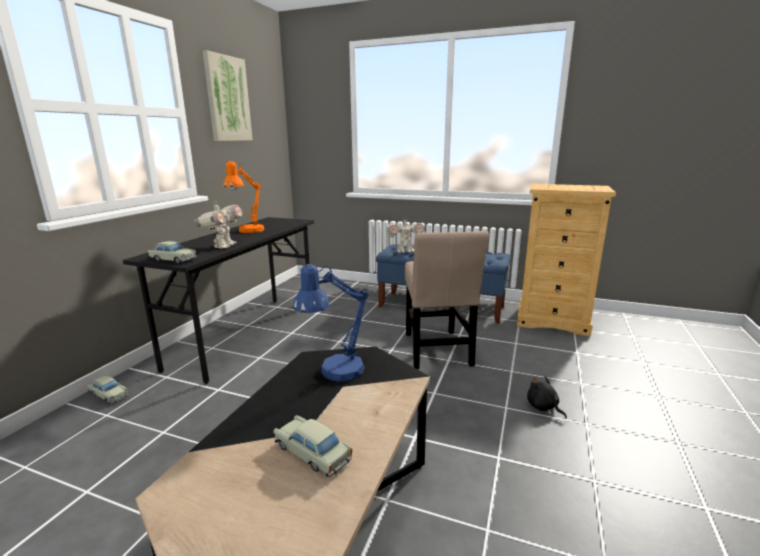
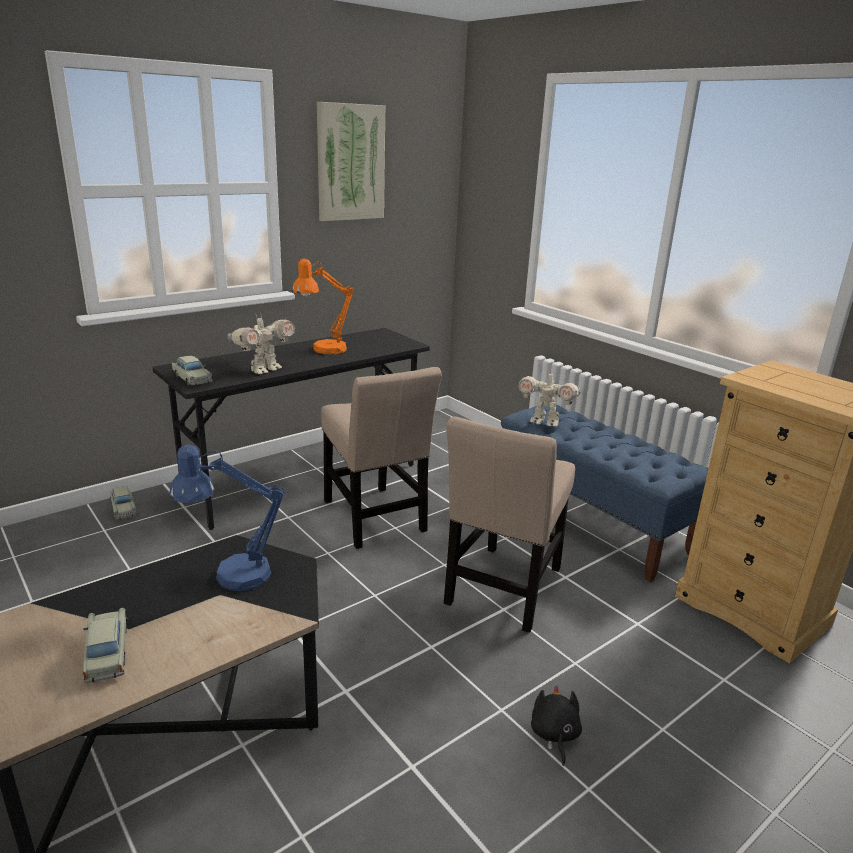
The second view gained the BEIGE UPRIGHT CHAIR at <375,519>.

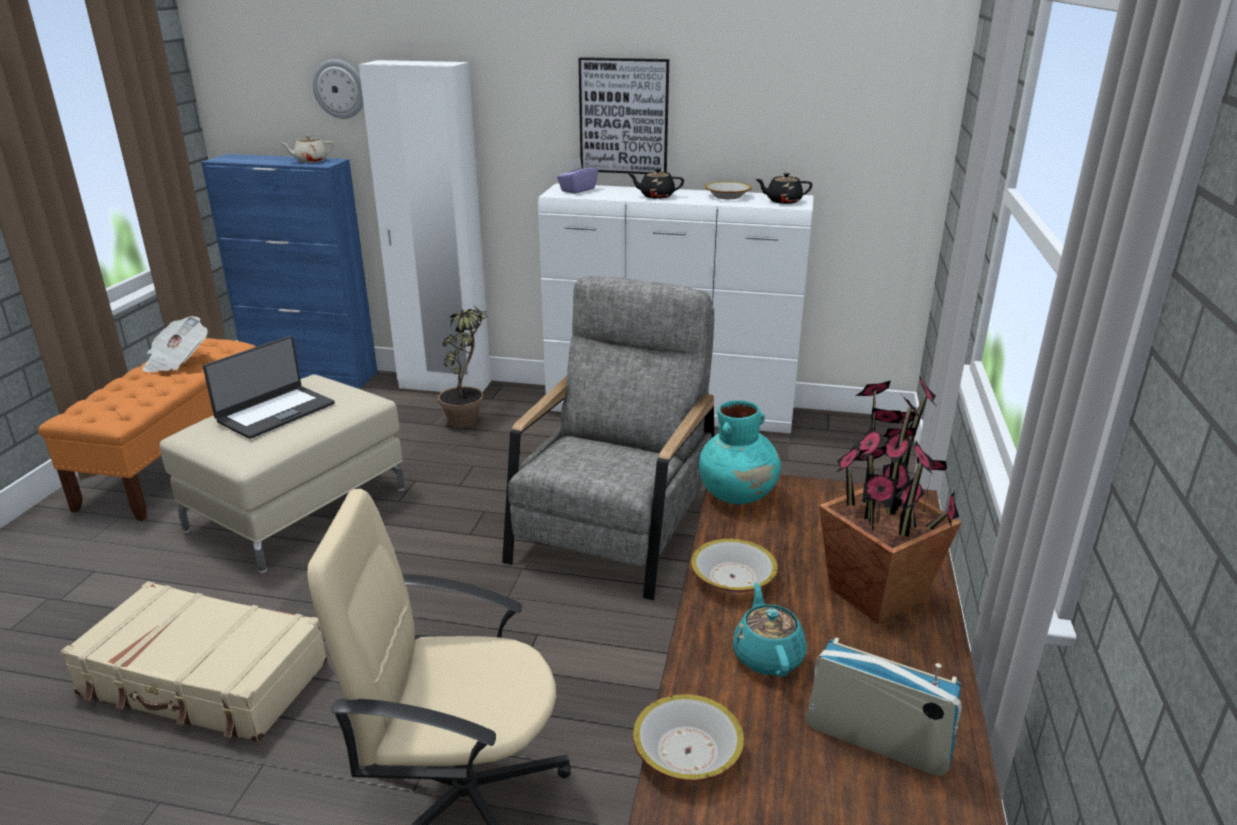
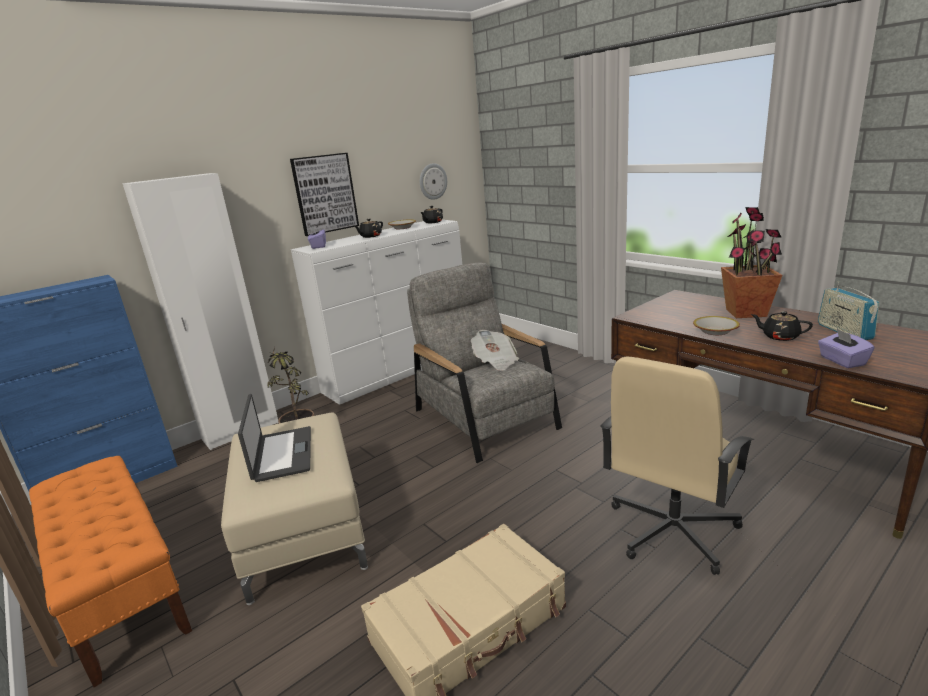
The PRINTED PAPER ended up elsewhere, having gone from <177,361> to <495,361>.
The second view lost the BEIGE TEAPOT at <310,161>.
The HANGING CLOCK ended up elsewhere, having gone from <339,89> to <432,181>.
Where the SERVING BOWL stood at <687,752>, the PURPLE-COLOURED TISSUE HOLDER came to stand at <842,361>.
The second view lost the BLUE-GREEN VASE at <738,494>.
What was the BLUE-GREEN TEAPOT at <767,655> turned into the BLACK TEAPOT at <779,336>.
The RADIO RECEIVER at <877,740> ended up facing another way, 75 degrees counterclockwise from before.

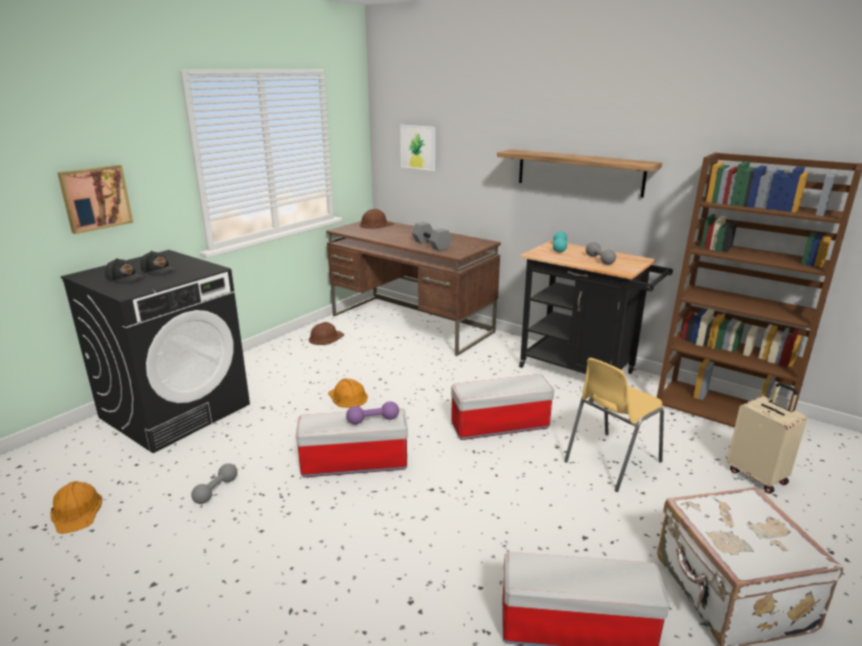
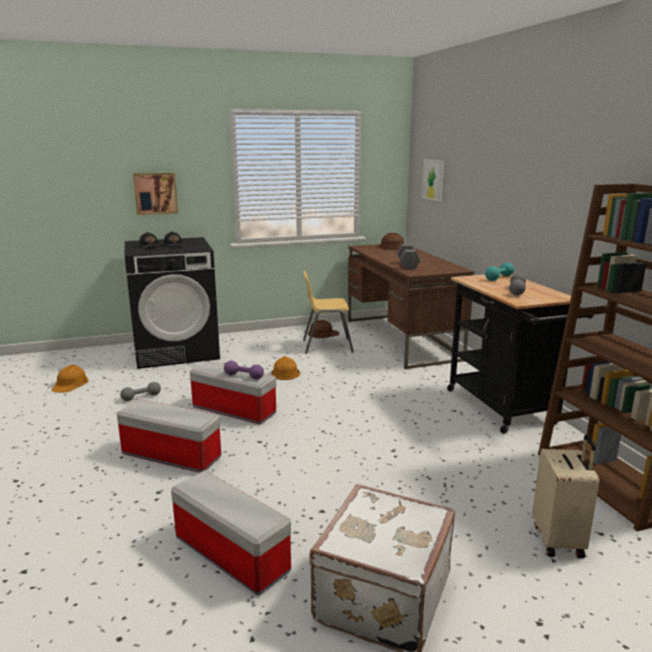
The STORAGE CONTAINER ended up elsewhere, having gone from <499,426> to <170,456>.
The second view lost the WALL SHELF at <579,172>.
The YELLOW-COLOURED UPRIGHT CHAIR ended up elsewhere, having gone from <611,461> to <326,346>.

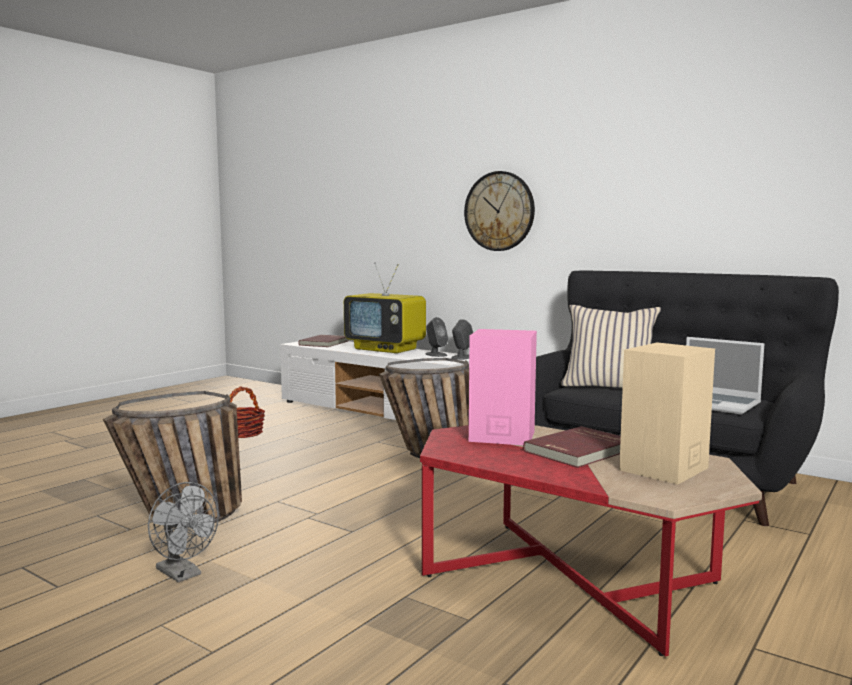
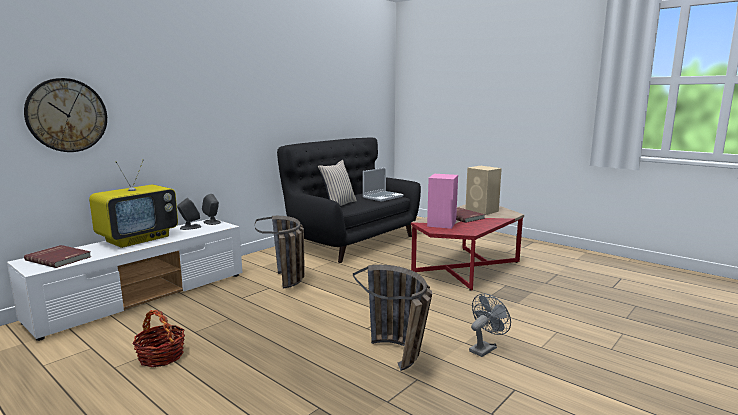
The HANGING CLOCK ended up elsewhere, having gone from <499,211> to <67,115>.

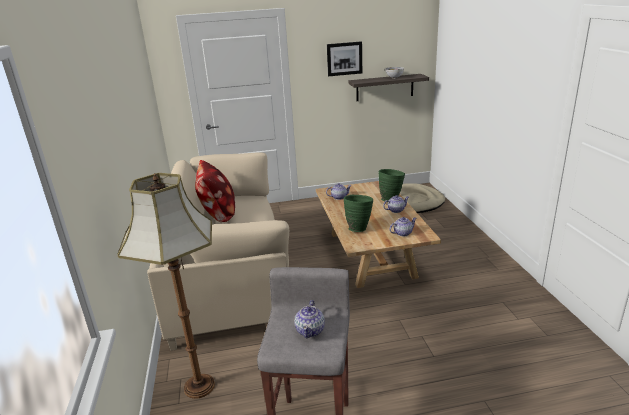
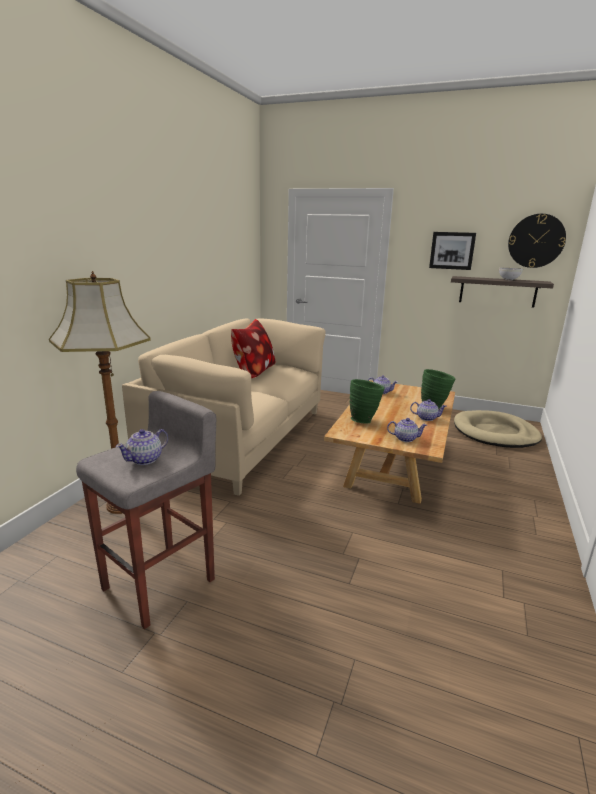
The second view gained the HANGING CLOCK at <536,241>.

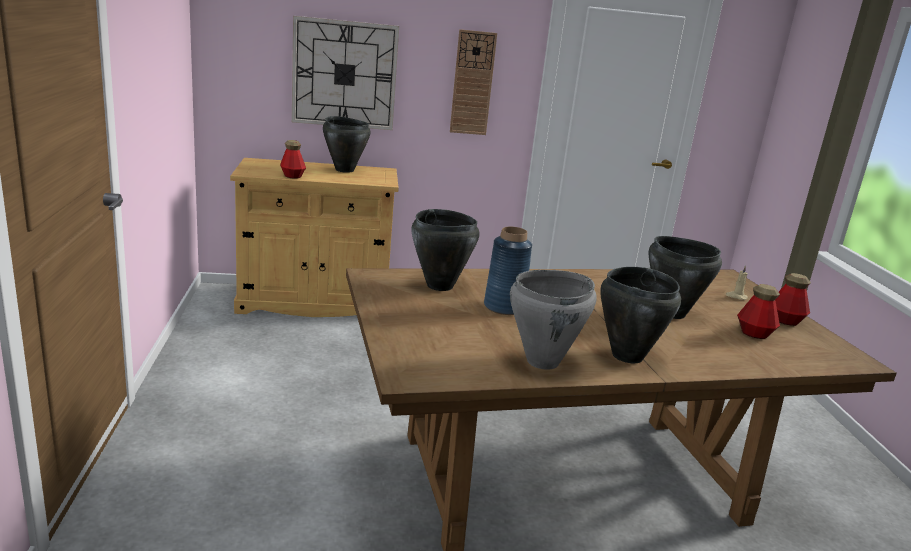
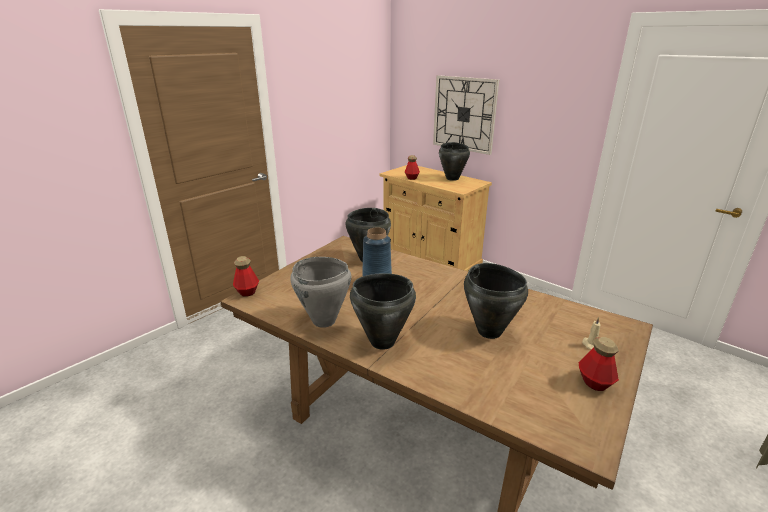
The second view lost the HANGING CLOCK at <472,83>.
The BEVERAGE BOTTLE ended up elsewhere, having gone from <754,334> to <247,292>.

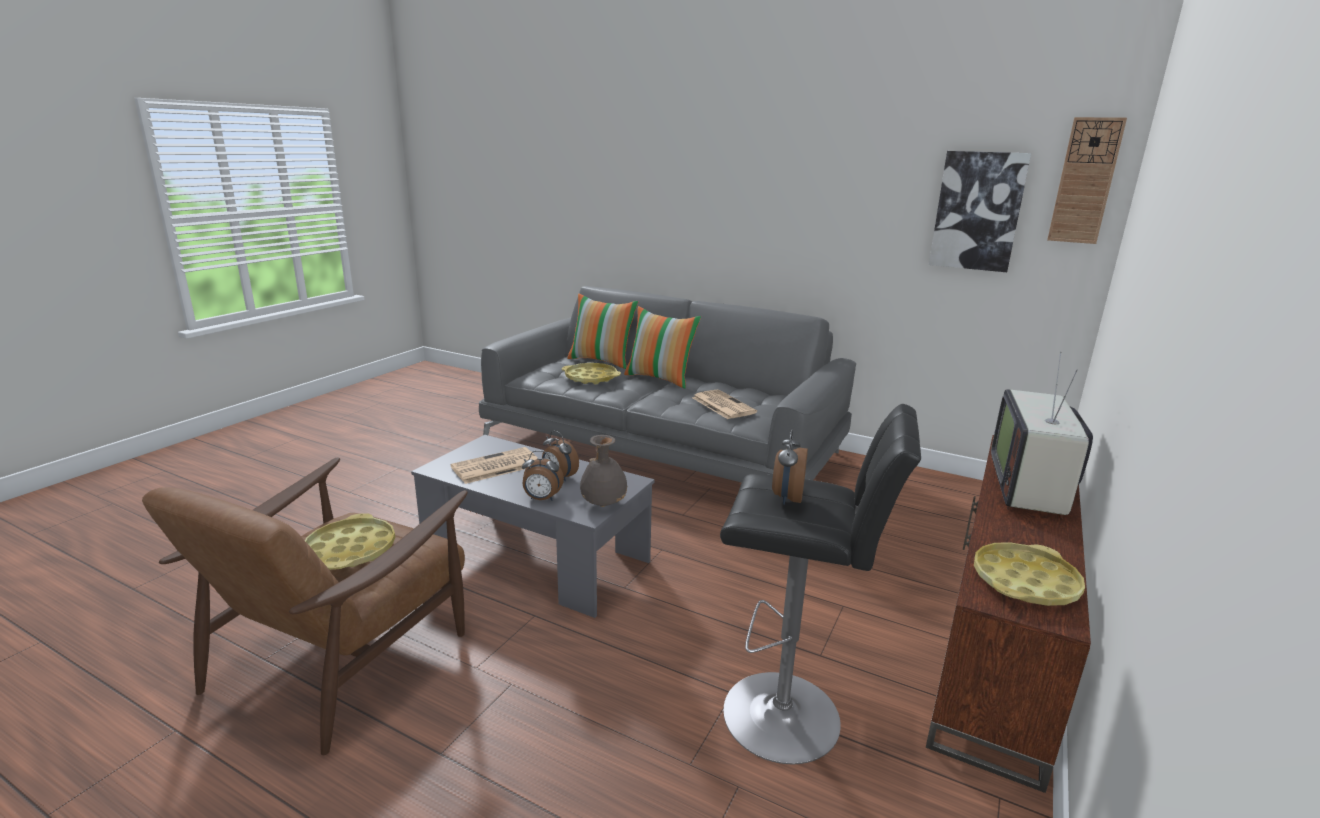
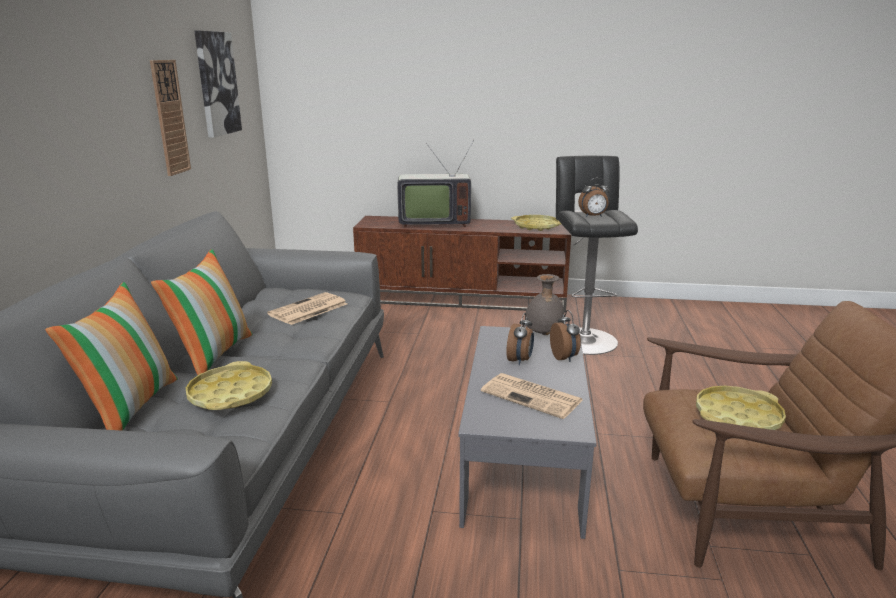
The HANGING CLOCK ended up elsewhere, having gone from <1085,181> to <170,118>.

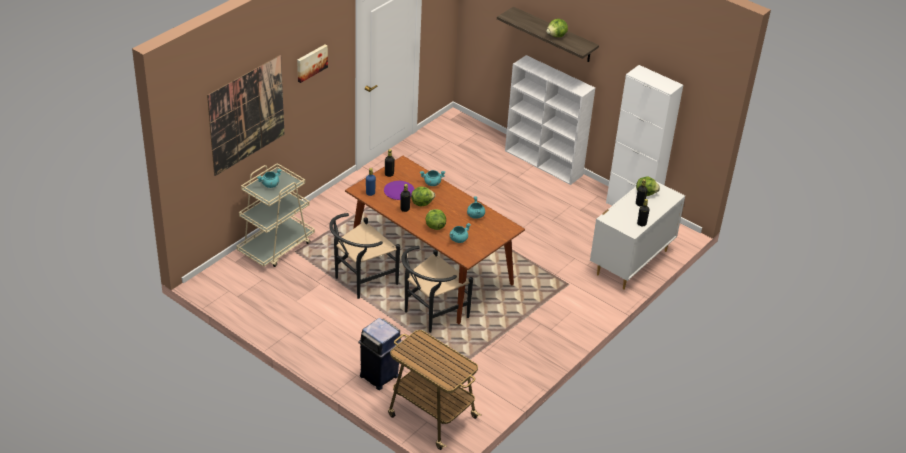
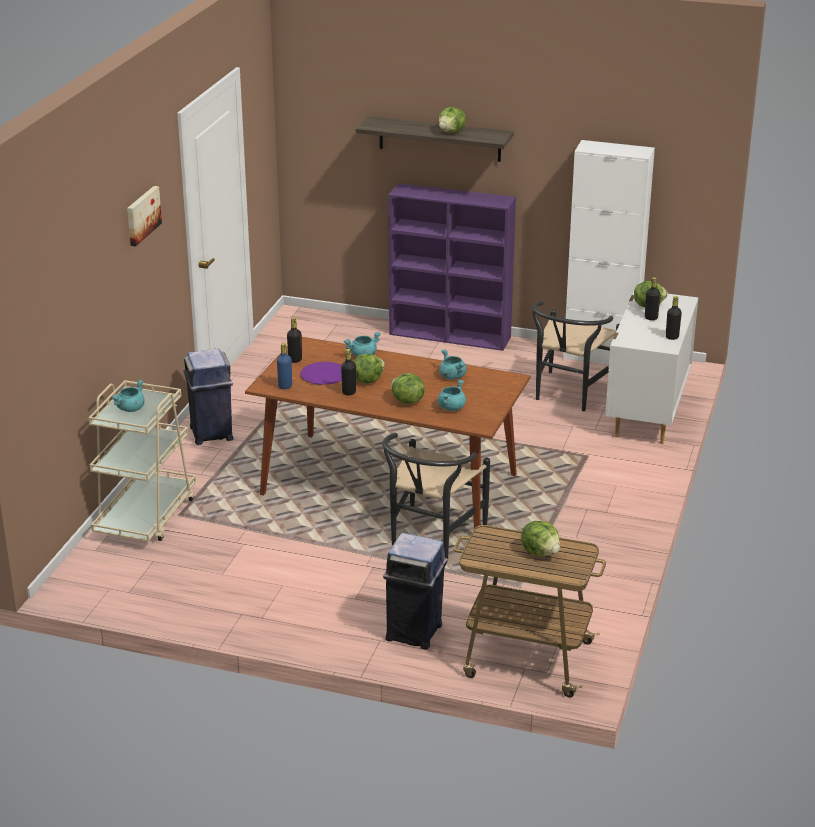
The second view lost the WALL ART at <247,115>.
The BLACK UPRIGHT CHAIR ended up elsewhere, having gone from <360,281> to <569,395>.
What was the WHITE-COLOURED BOOKSHELF at <544,163> turned into the PURPLE-COLOURED BOOKSHELF at <451,336>.
The second view gained the BLUISH WASTE BIN at <211,434>.
The second view gained the LETTUCE HEAD at <541,552>.

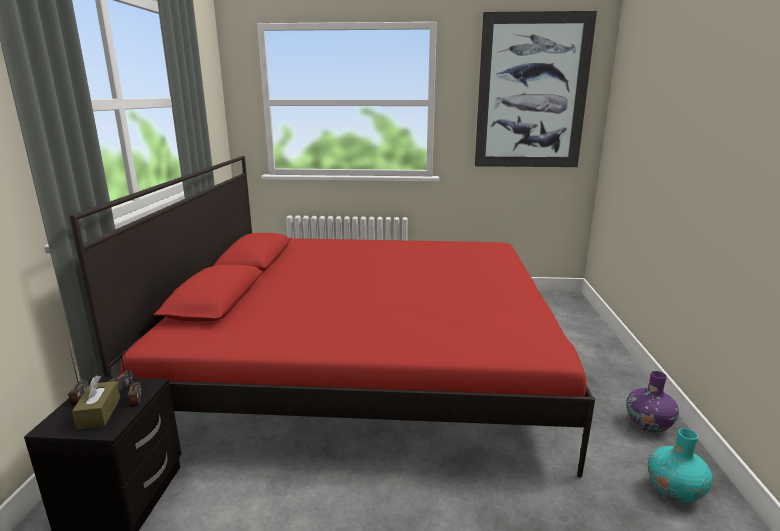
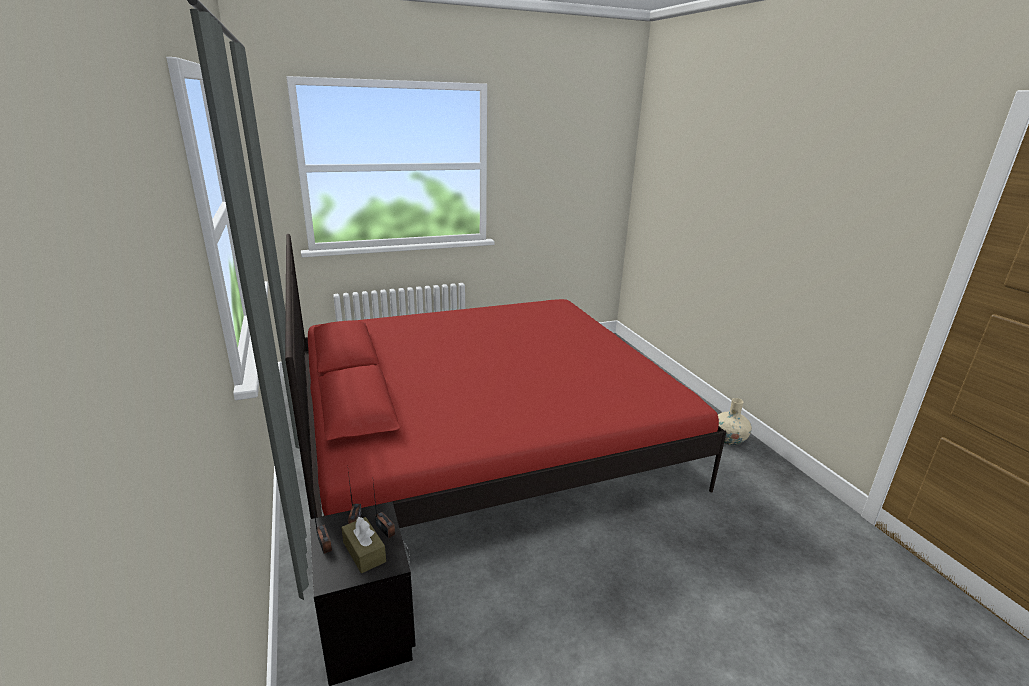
The second view lost the WALL ART at <532,92>.
What was the PURPLE-COLOURED VASE at <648,424> turned into the BEIGE VASE at <729,439>.
The second view lost the BLUE-GREEN VASE at <674,491>.

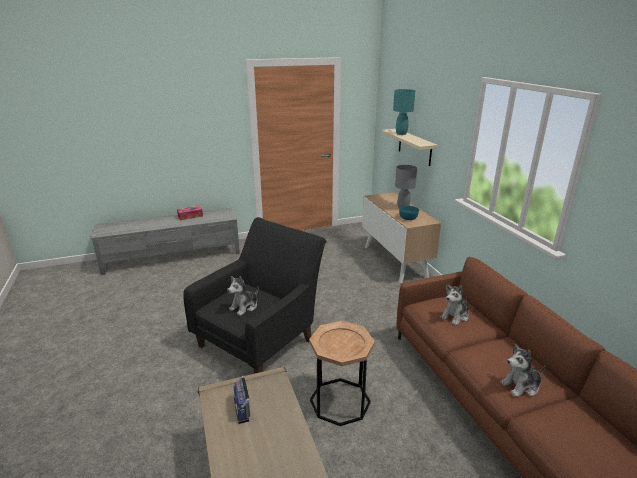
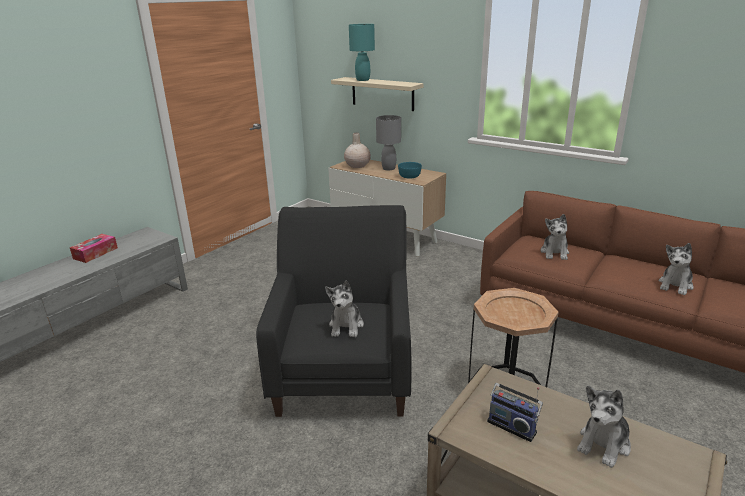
The second view gained the BEIGE VASE at <357,165>.
The second view gained the CUDDLY TOY at <604,444>.

